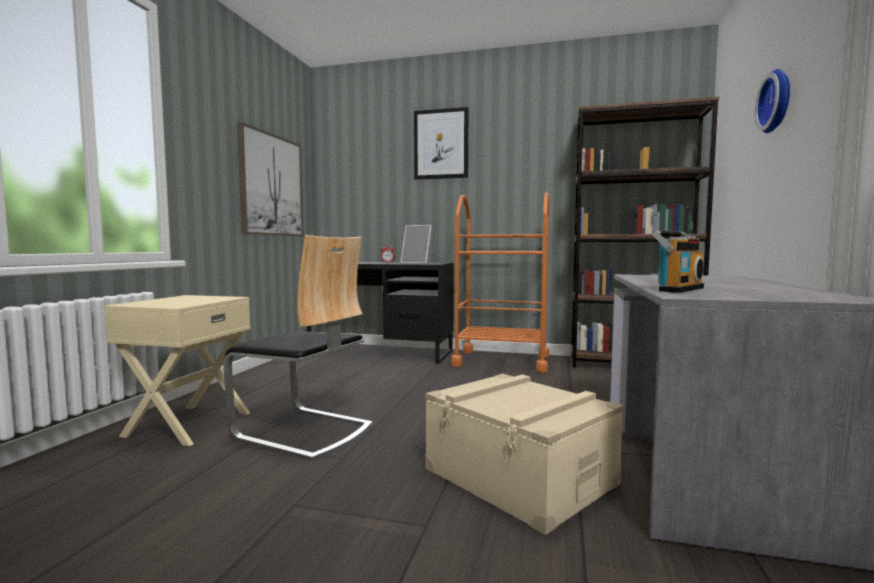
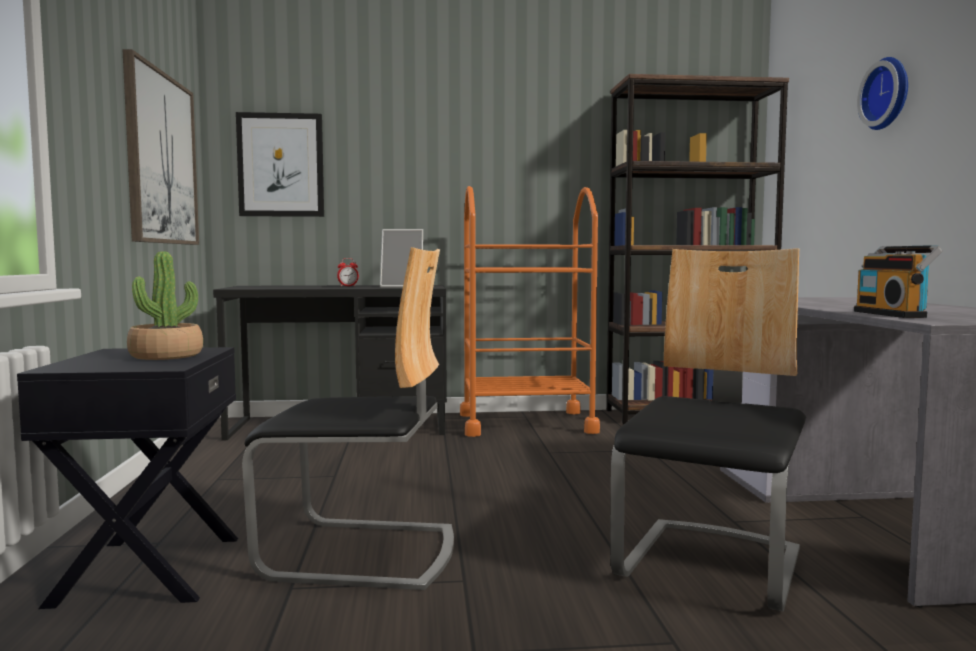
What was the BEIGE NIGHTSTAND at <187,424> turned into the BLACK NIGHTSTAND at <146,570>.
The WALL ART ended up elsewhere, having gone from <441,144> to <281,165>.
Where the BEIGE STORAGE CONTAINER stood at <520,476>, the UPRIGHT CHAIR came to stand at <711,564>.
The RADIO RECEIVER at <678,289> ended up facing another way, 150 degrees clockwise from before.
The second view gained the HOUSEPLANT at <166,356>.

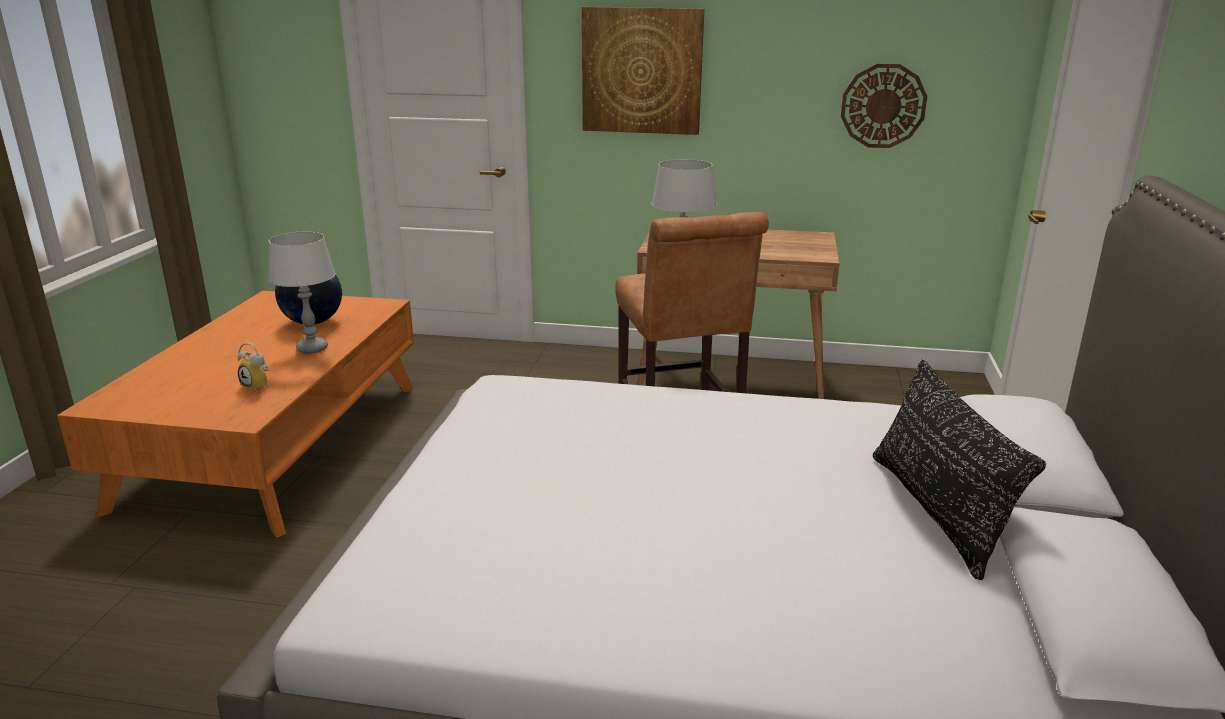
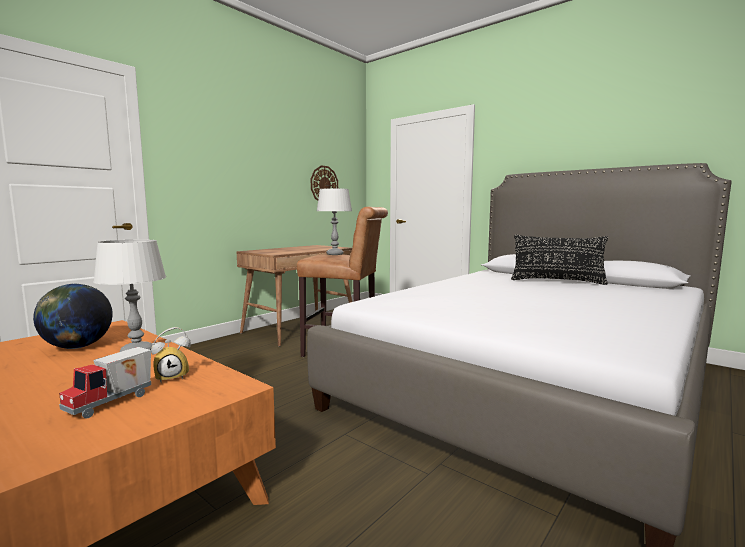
The second view lost the WALL ART at <642,71>.
The second view gained the TOY TRUCK at <112,403>.

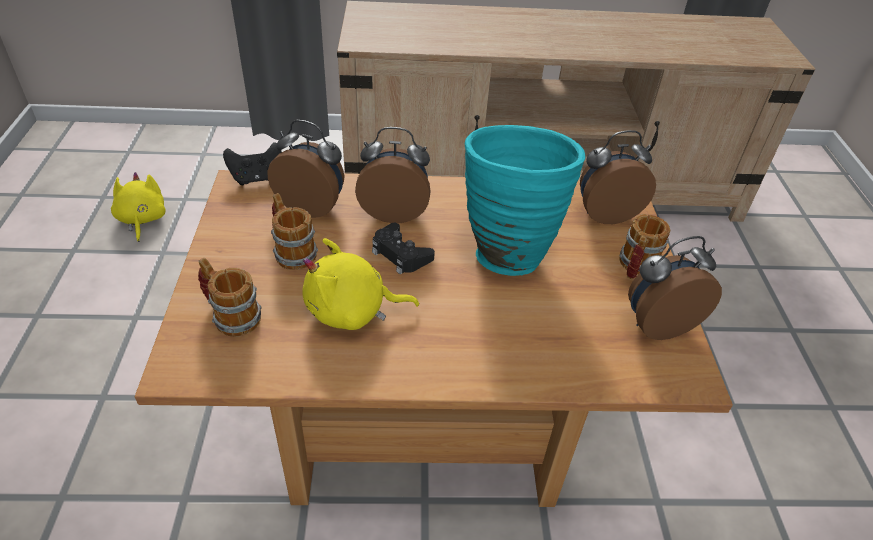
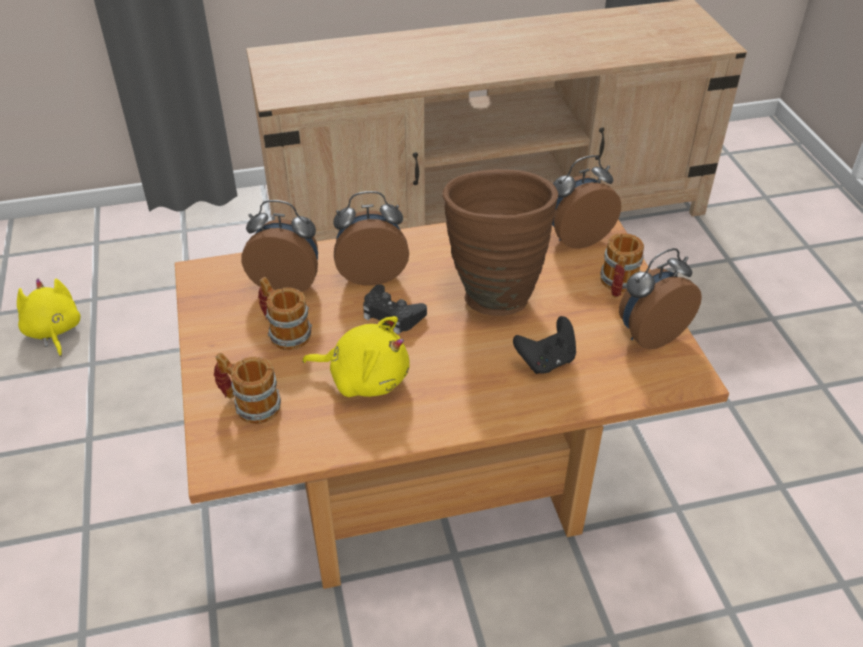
The BLACK GAMEPAD ended up elsewhere, having gone from <257,178> to <546,361>.
The YELLOW-COLOURED CUDDLY TOY at <352,311> ended up facing another way, 150 degrees counterclockwise from before.
What was the BLUE-GREEN VASE at <506,249> turned into the BROWN-COLOURED VASE at <492,291>.

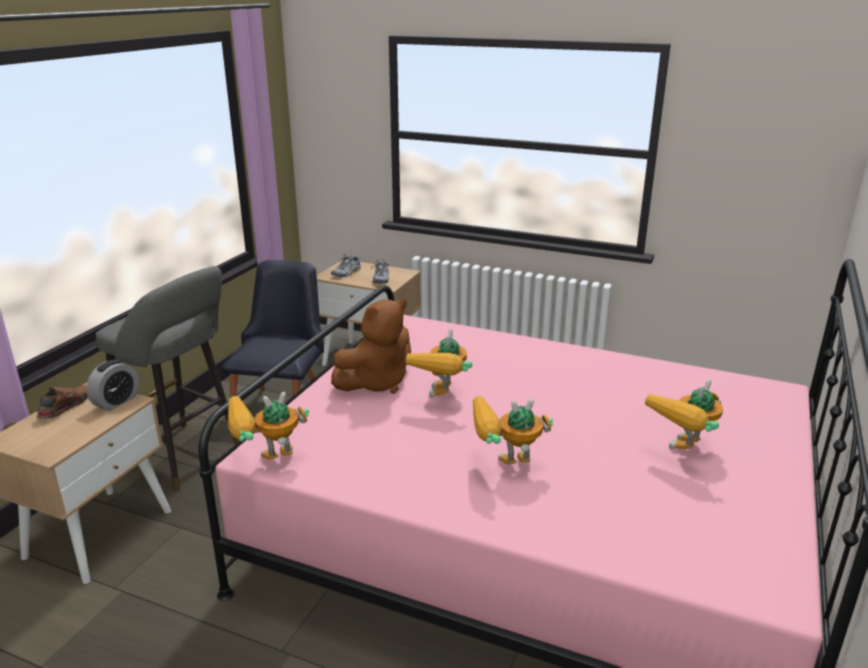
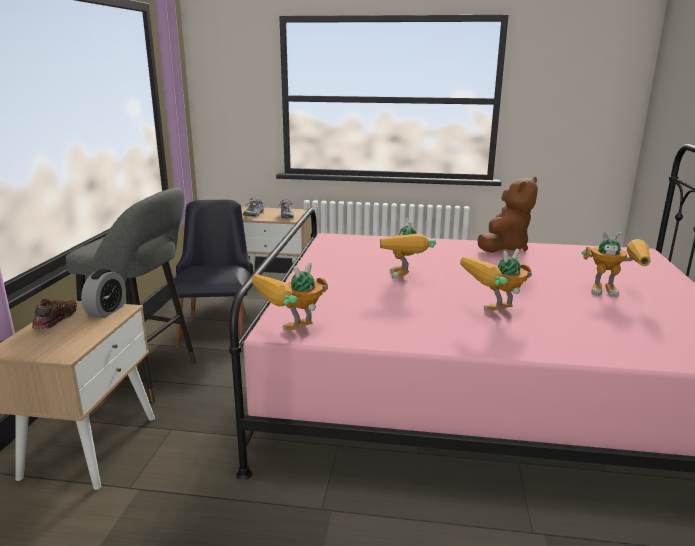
The BROWN-COLOURED CUDDLY TOY ended up elsewhere, having gone from <376,383> to <504,247>.
The ROBOT FIGURE at <684,454> ended up facing another way, 105 degrees counterclockwise from before.

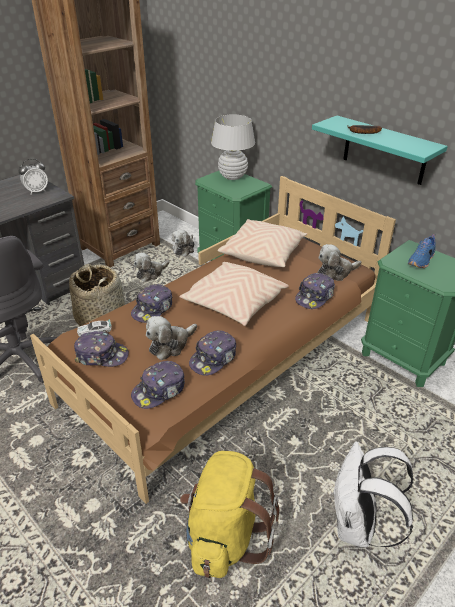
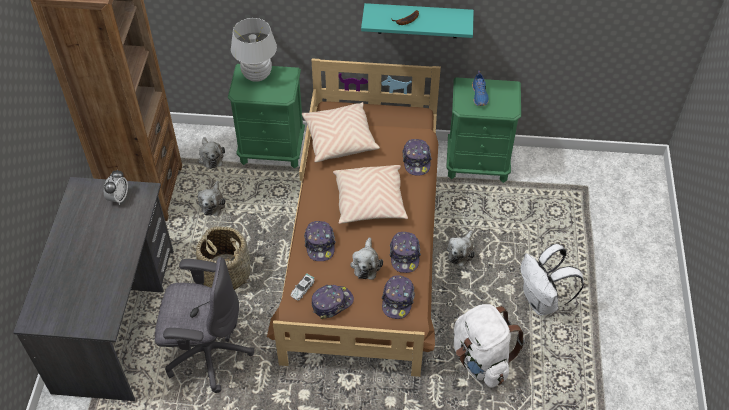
What was the YELLOW-COLOURED RUCKSACK at <225,536> turned into the WHITE-COLOURED RUCKSACK at <481,359>.
The CUDDLY TOY ended up elsewhere, having gone from <335,272> to <461,252>.

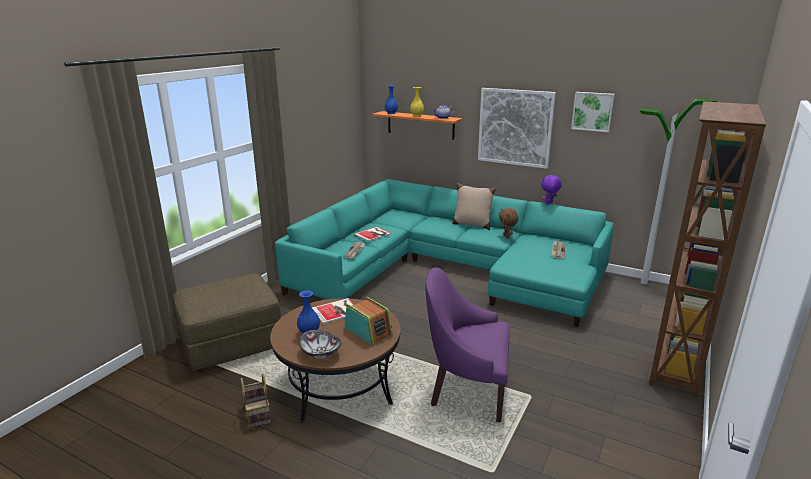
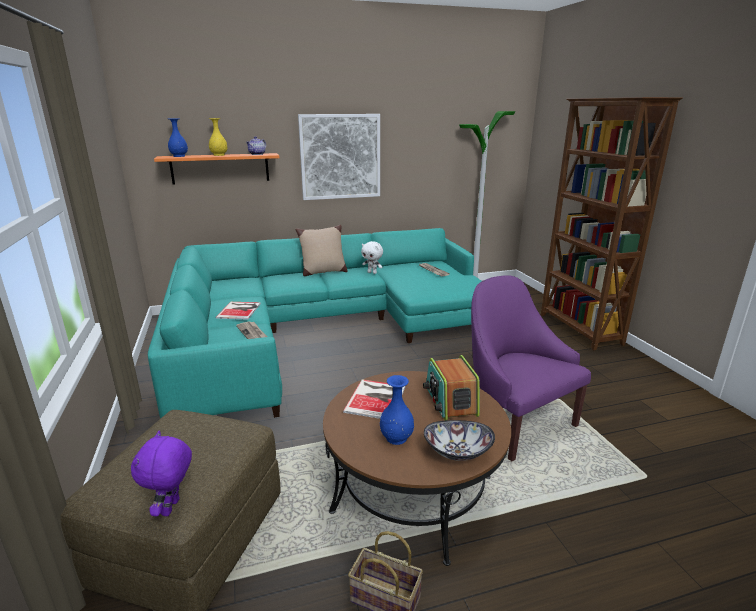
The RADIO RECEIVER at <368,331> ended up facing another way, 105 degrees counterclockwise from before.
The PURPLE-COLOURED ARMCHAIR at <467,389> ended up facing another way, 90 degrees clockwise from before.
What was the BROWN-COLOURED CUDDLY TOY at <507,236> turned into the WHITE-COLOURED CUDDLY TOY at <372,272>.
The PURPLE-COLOURED CUDDLY TOY ended up elsewhere, having gone from <549,204> to <172,508>.
The second view lost the WALL ART at <592,111>.

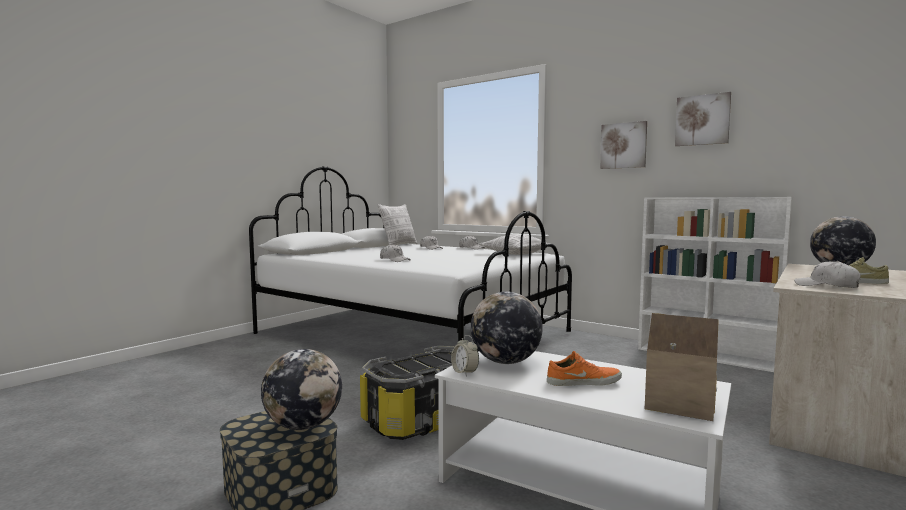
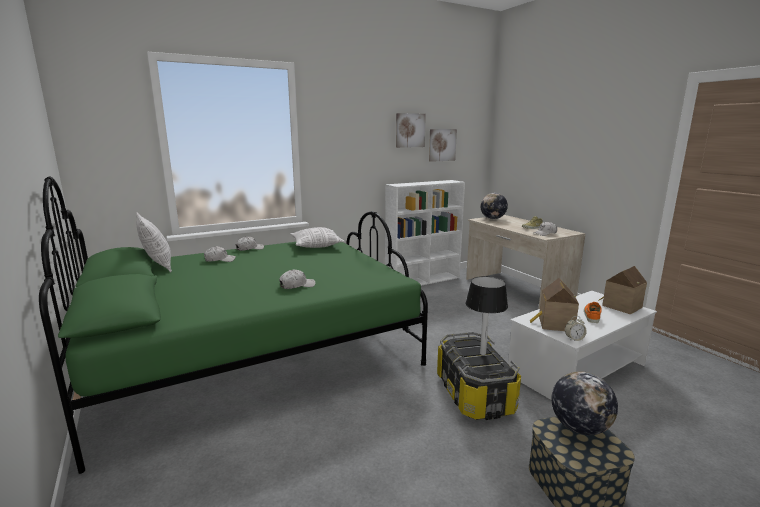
What was the WHITE-COLOURED SLEEPING BED at <412,333> turned into the GREEN-COLOURED SLEEPING BED at <254,353>.
Where the WORLD GLOBE stood at <505,362>, the MINIATURE HOUSE came to stand at <554,324>.
The WALL ART ended up elsewhere, having gone from <623,145> to <442,145>.
The second view gained the TABLE LAMP at <482,353>.

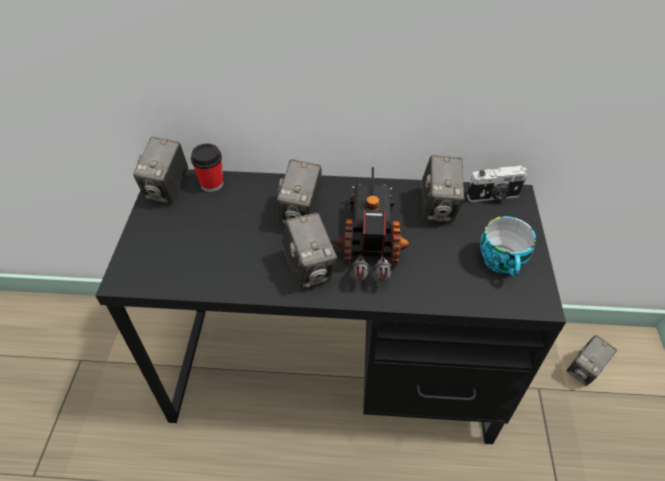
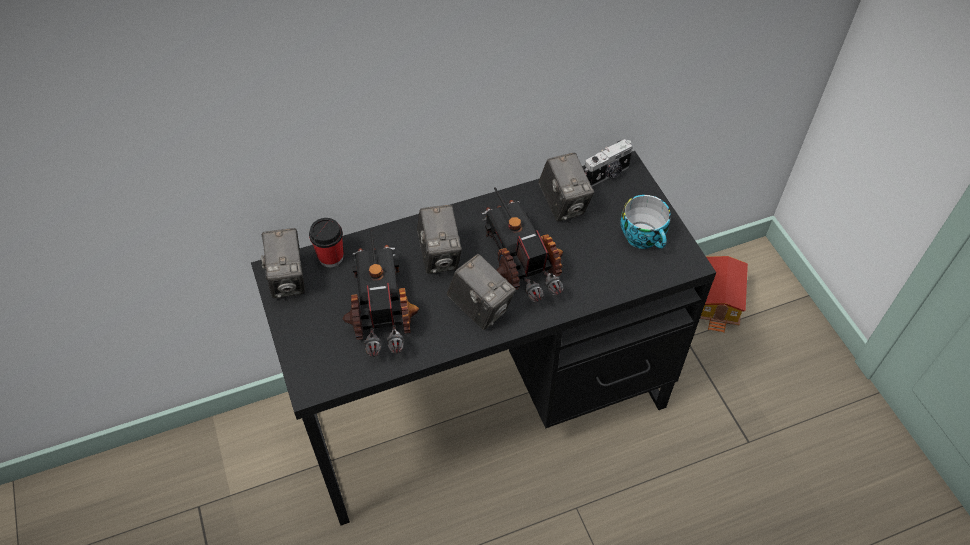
Where the STILL CAMERA stood at <584,370>, the MINIATURE HOUSE came to stand at <718,303>.
The second view gained the TOY TRUCK at <382,309>.

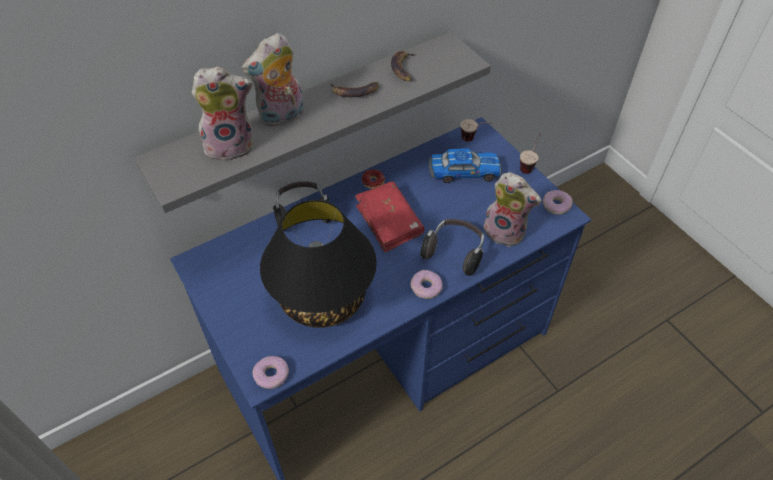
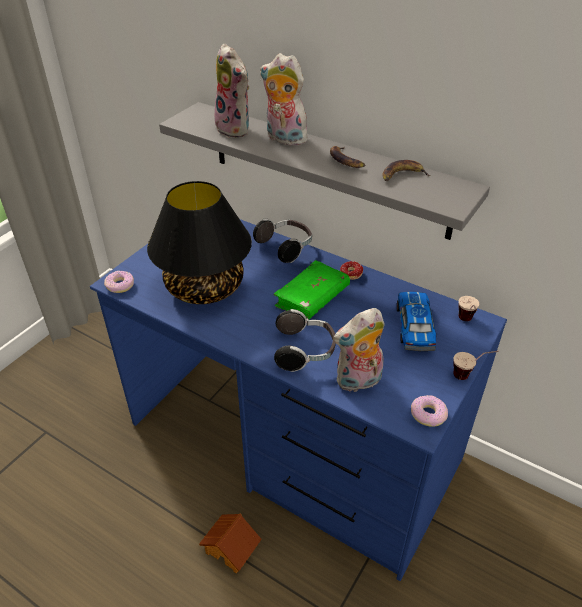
What was the RED-COLOURED BOOK at <389,222> turned into the GREEN-COLOURED BOOK at <312,298>.
The second view lost the DONUT at <426,287>.
The MODEL CAR at <463,172> ended up facing another way, 150 degrees counterclockwise from before.
The CUDDLY TOY at <506,231> ended up facing another way, 60 degrees clockwise from before.
The second view gained the MINIATURE HOUSE at <232,547>.

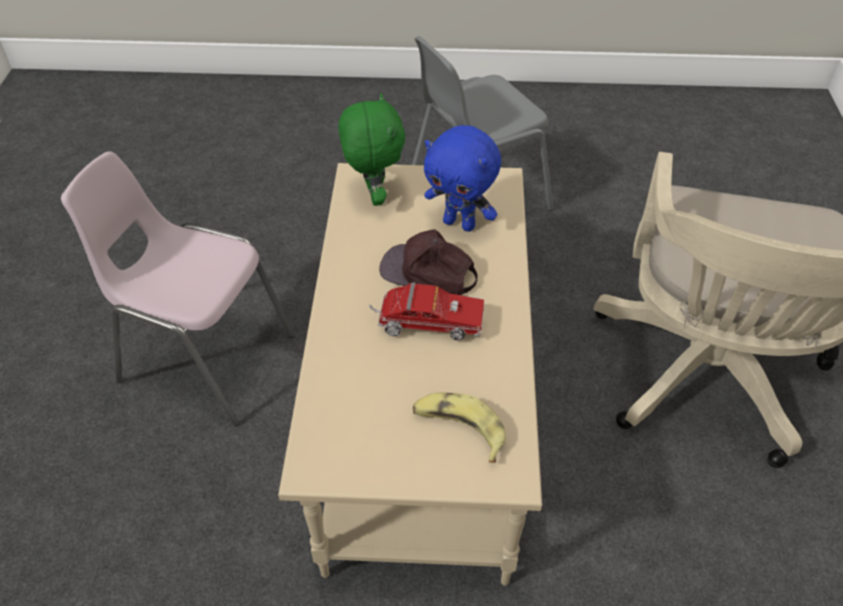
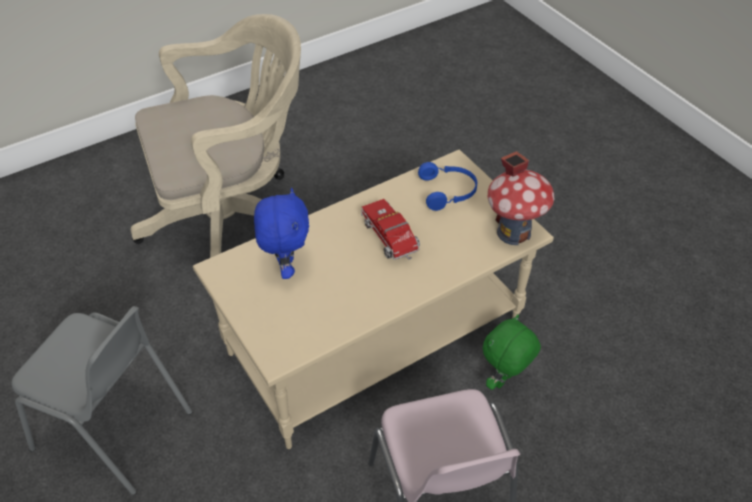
The GREEN-COLOURED CUDDLY TOY ended up elsewhere, having gone from <373,196> to <504,381>.
The second view lost the BROWN-COLOURED BASEBALL CAP at <428,272>.
Where the WHOLE BANANA stood at <459,429>, the BLUISH HEADPHONES came to stand at <448,191>.
The second view gained the MINIATURE HOUSE at <514,232>.

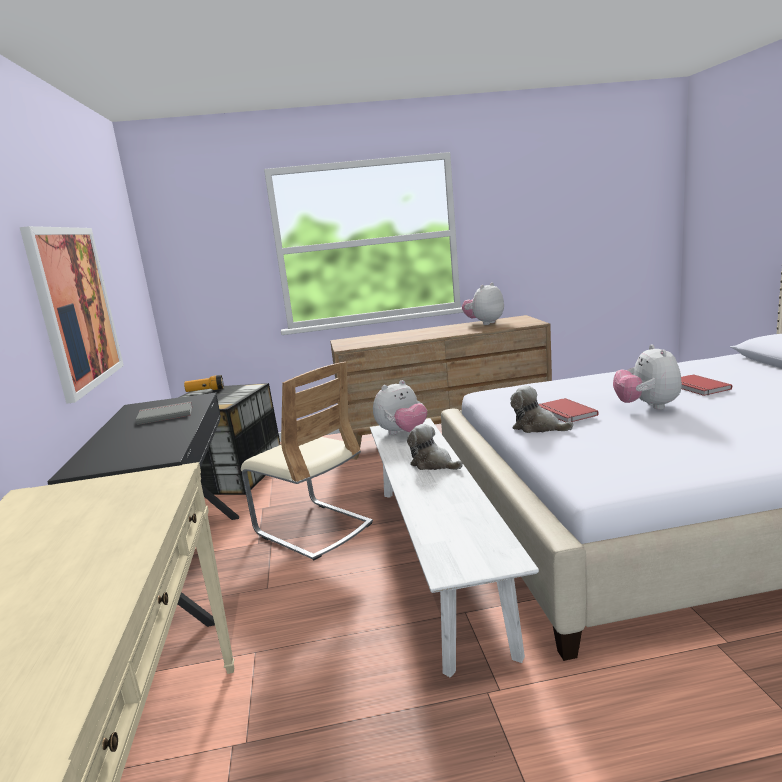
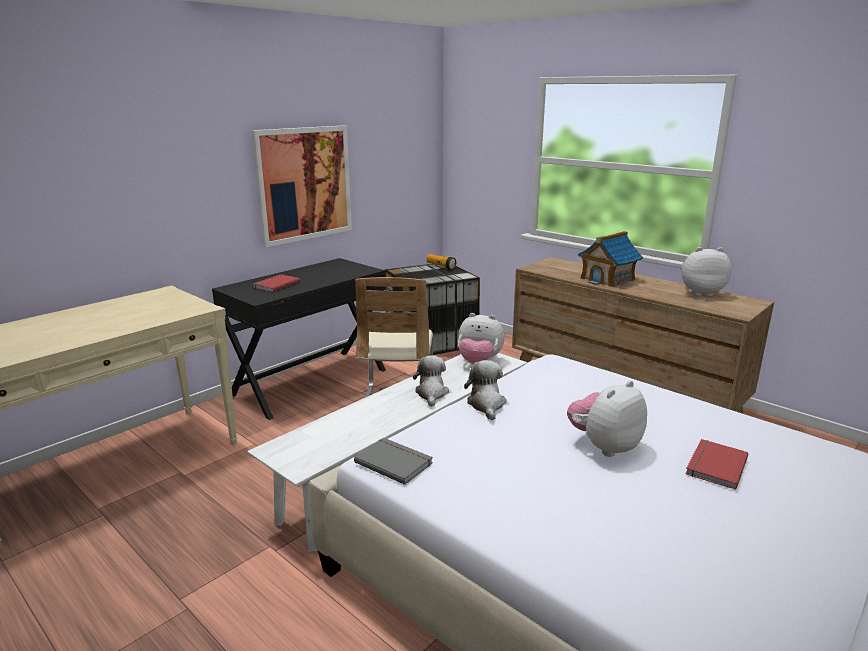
The GREYISH BOOK ended up elsewhere, having gone from <165,415> to <394,462>.
The RED-COLOURED BOOK ended up elsewhere, having gone from <565,413> to <276,284>.
The second view gained the MINIATURE HOUSE at <608,279>.

